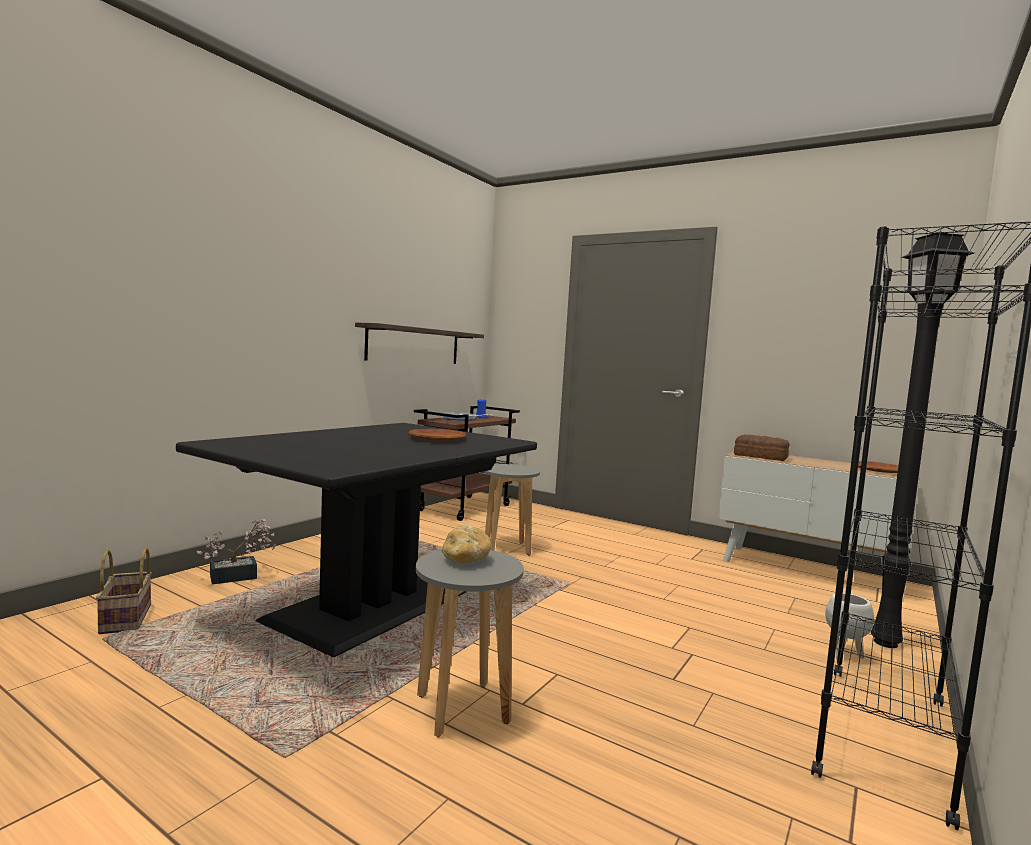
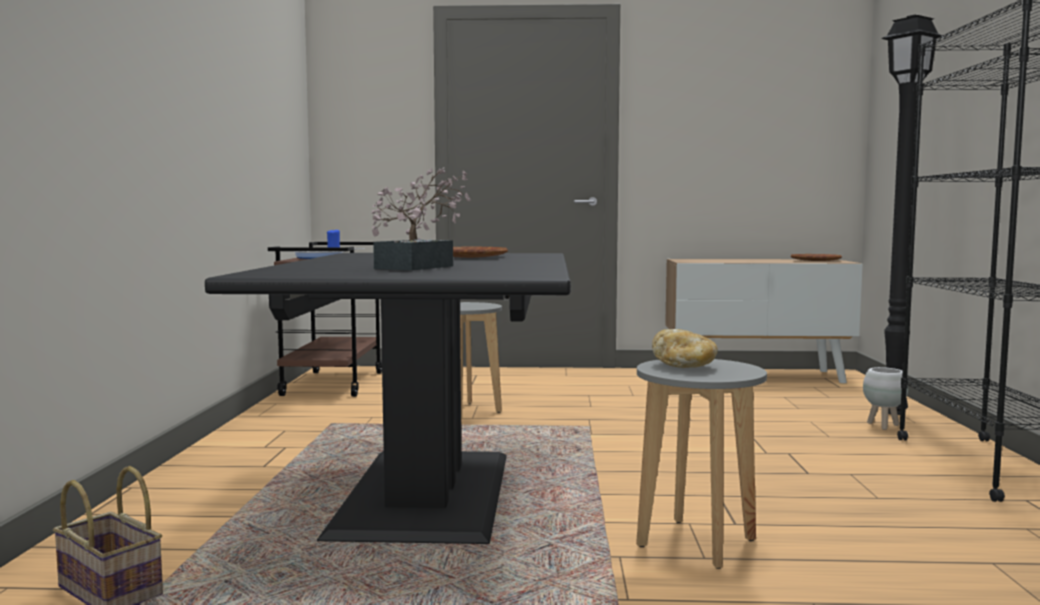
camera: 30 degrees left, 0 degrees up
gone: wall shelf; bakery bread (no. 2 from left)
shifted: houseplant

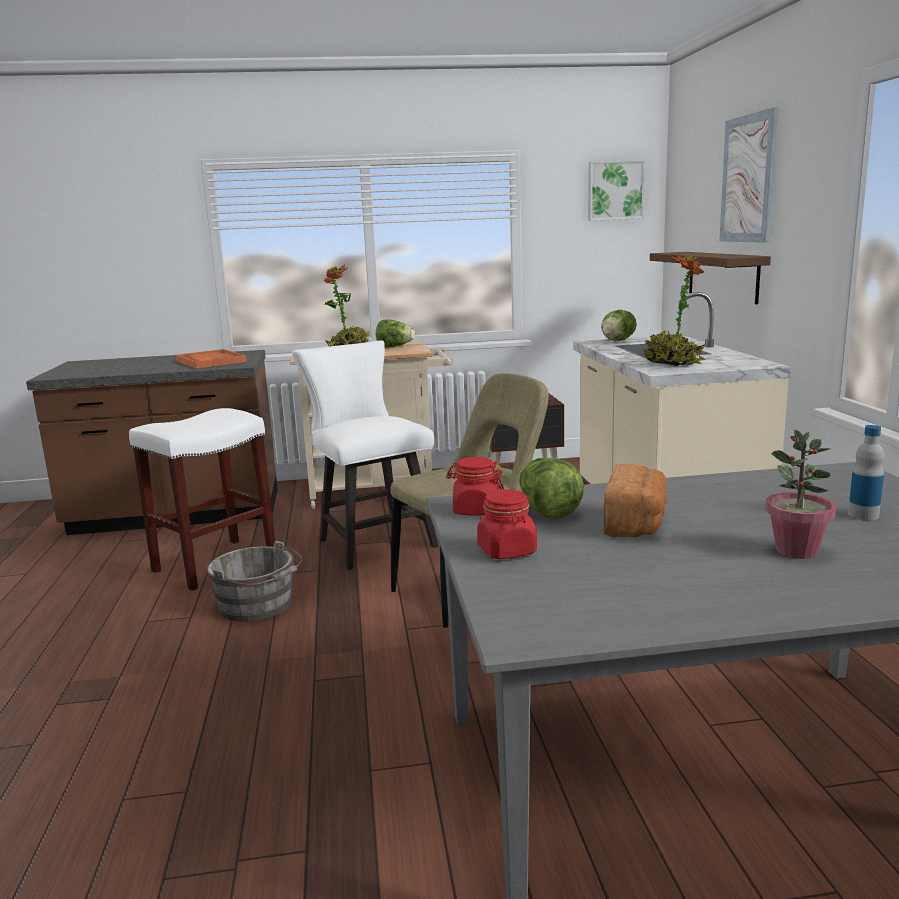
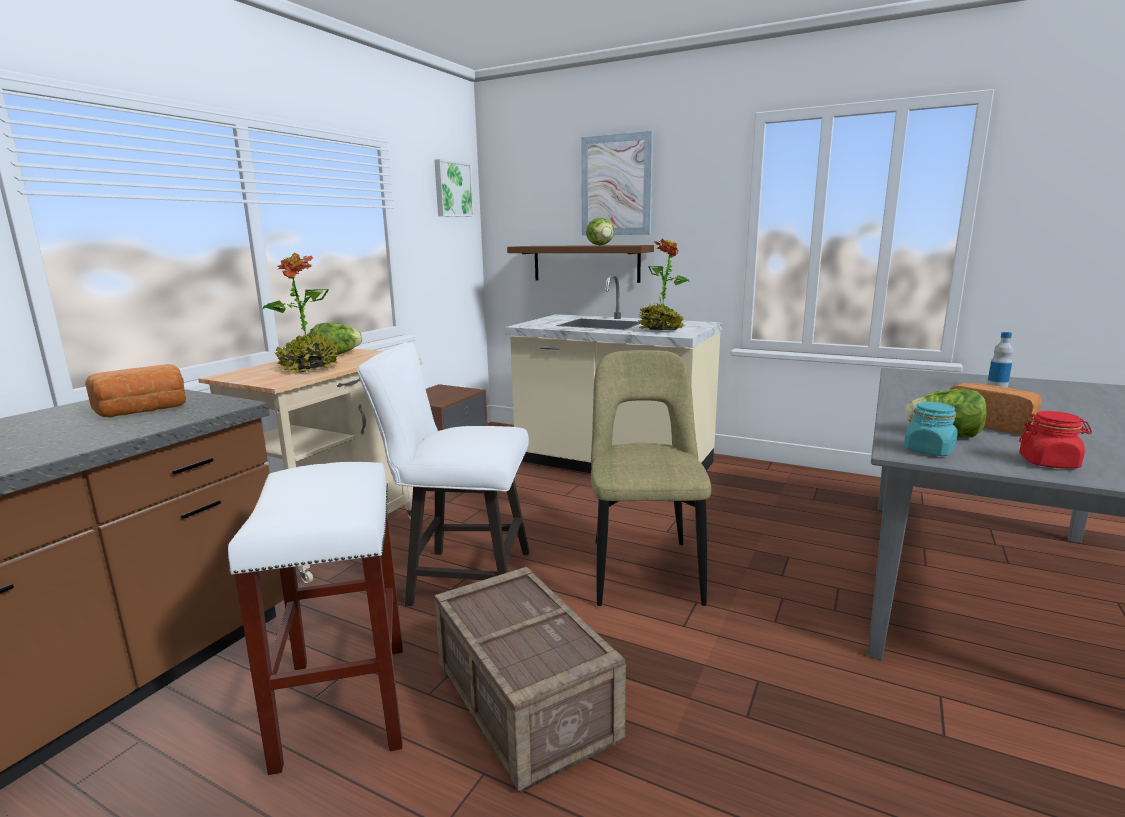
camera: 55 degrees left, 0 degrees up
gone: houseplant (no. 3 from left)
shifted: lettuce head (no. 3 from left in the first image) to lettuce head (no. 2 from left)
swapped: orange tray to bakery bread (no. 1 from left); greyish water bucket to crate
repainted: red-coloured preserve jar (no. 1 from left) to turquoise preserve jar

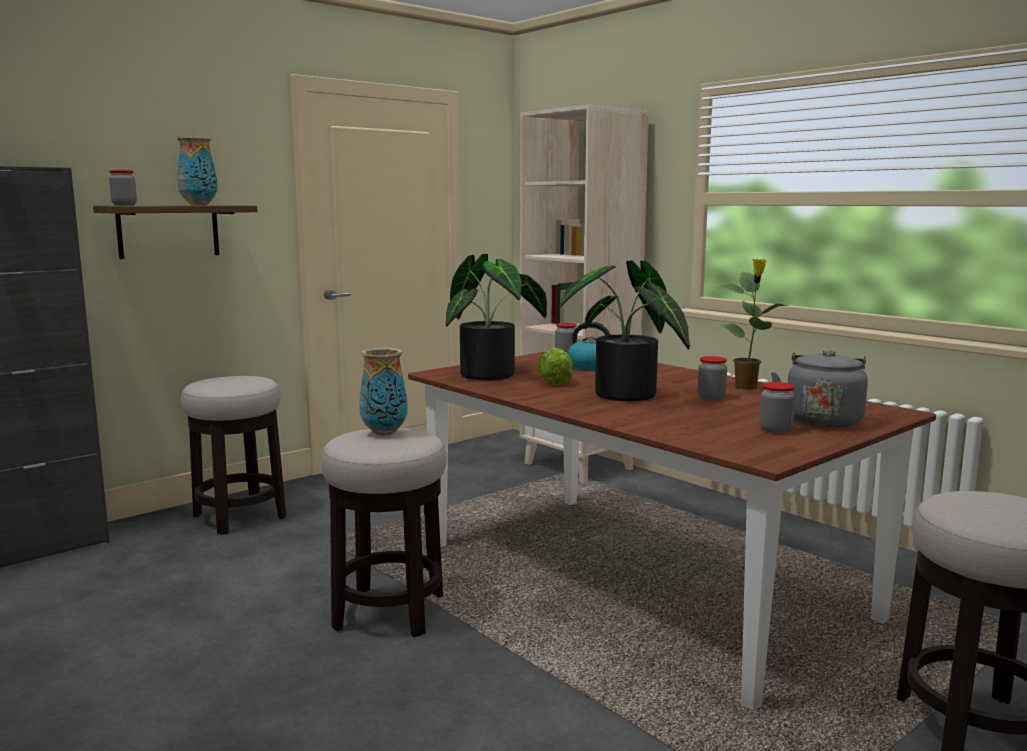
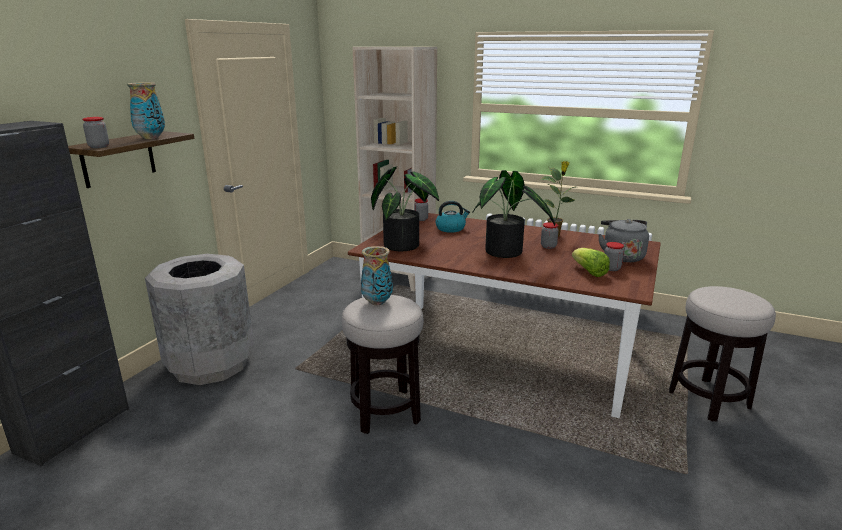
camera: 25 degrees left, 10 degrees up
shifted: lettuce head
swapped: stool (no. 1 from left) to greyish waste bin

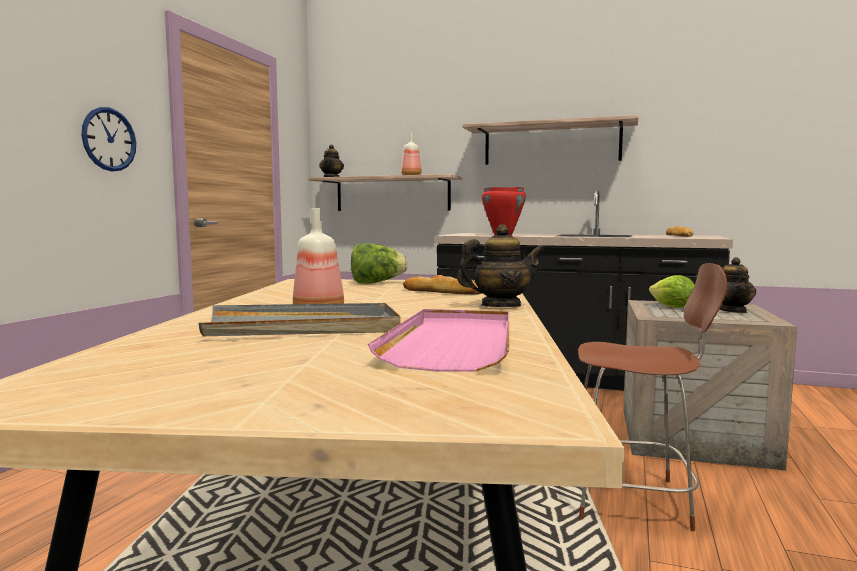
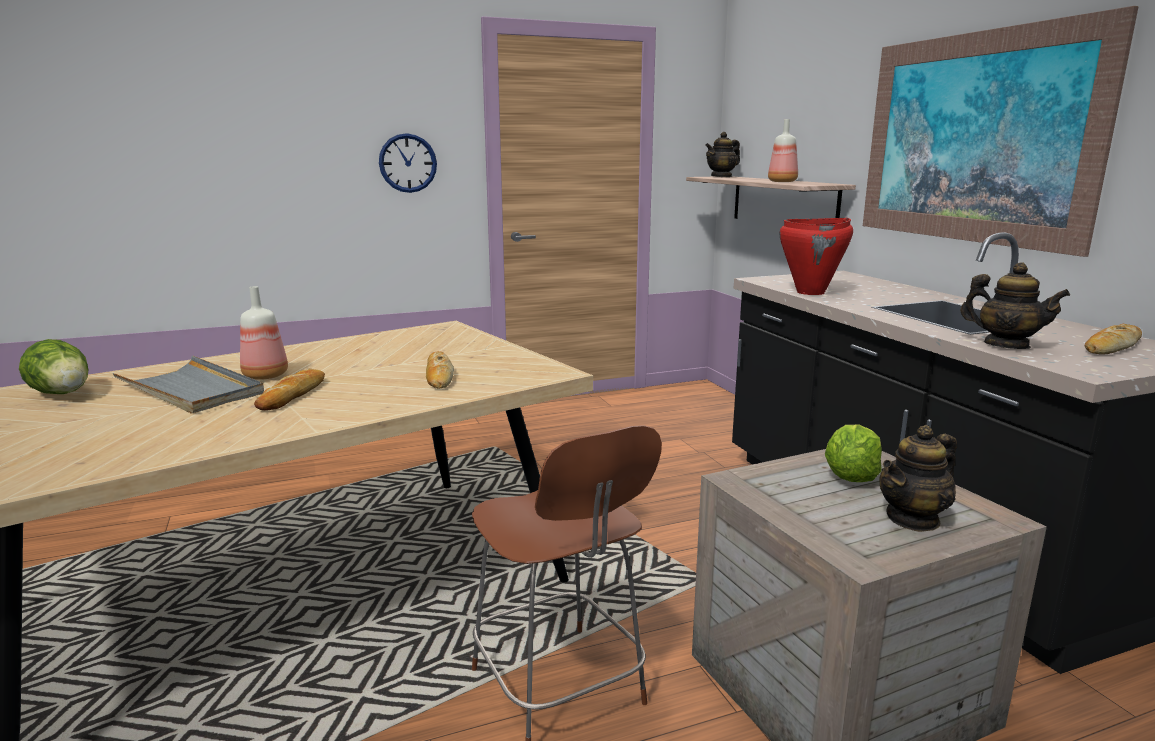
camera: 50 degrees right, 10 degrees up
gone: pink-coloured tray
new: bakery bread (no. 1 from left)
shifted: lettuce head (no. 1 from left); teapot (no. 2 from left in the first image) to teapot (no. 3 from left)
swapped: wall shelf (no. 2 from left) to picture

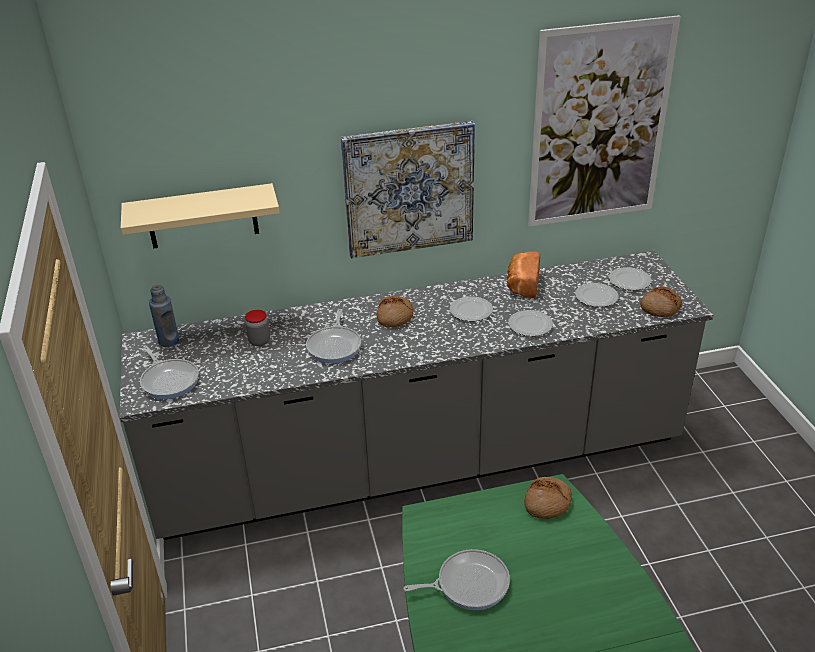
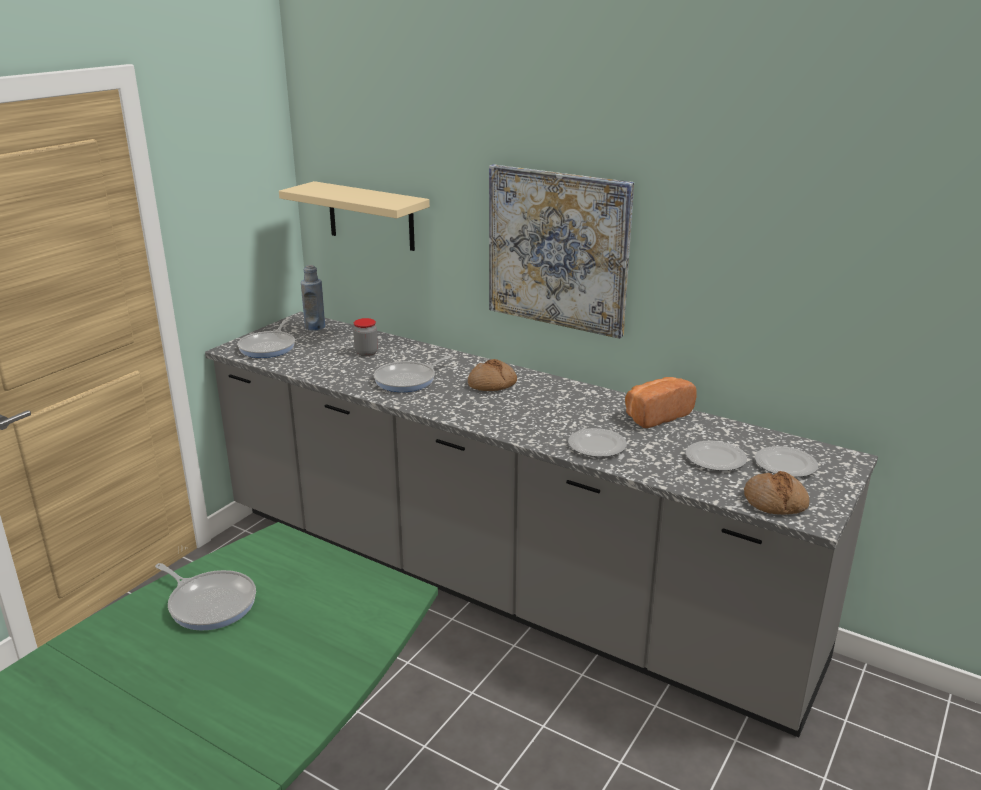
camera: 45 degrees right, 10 degrees down
gone: flat dish (no. 1 from left); bakery bread (no. 3 from left); picture (no. 2 from left)

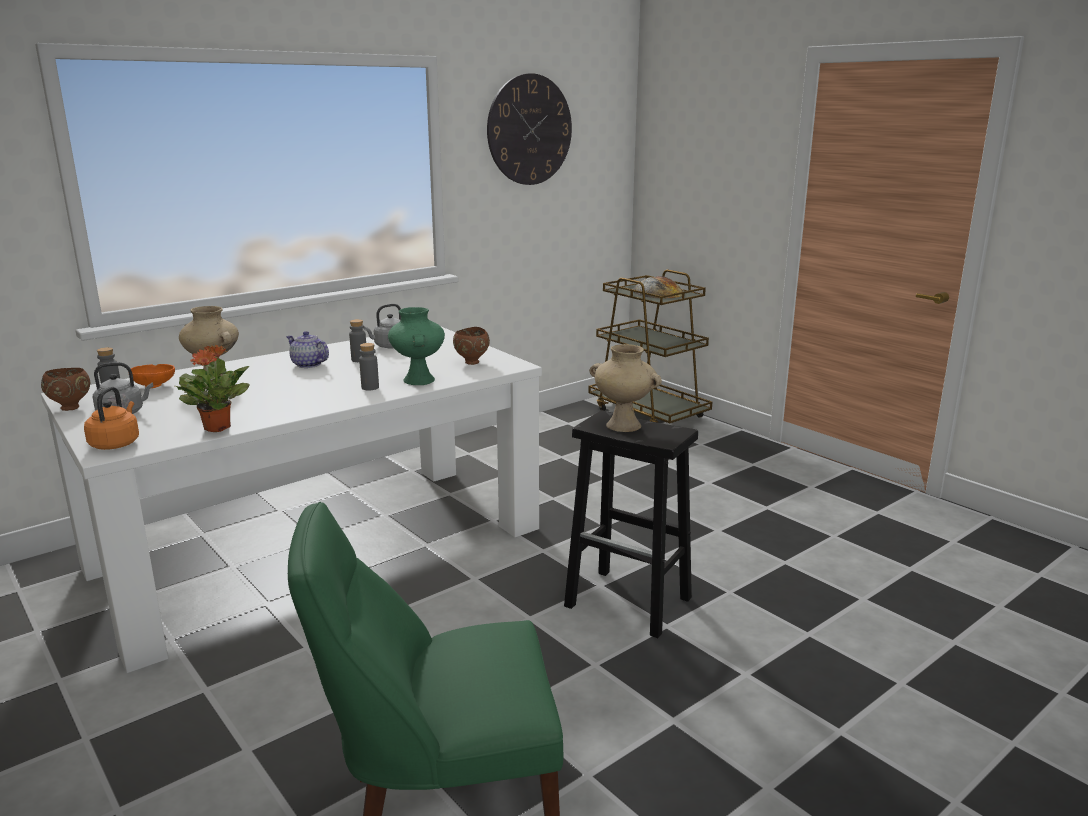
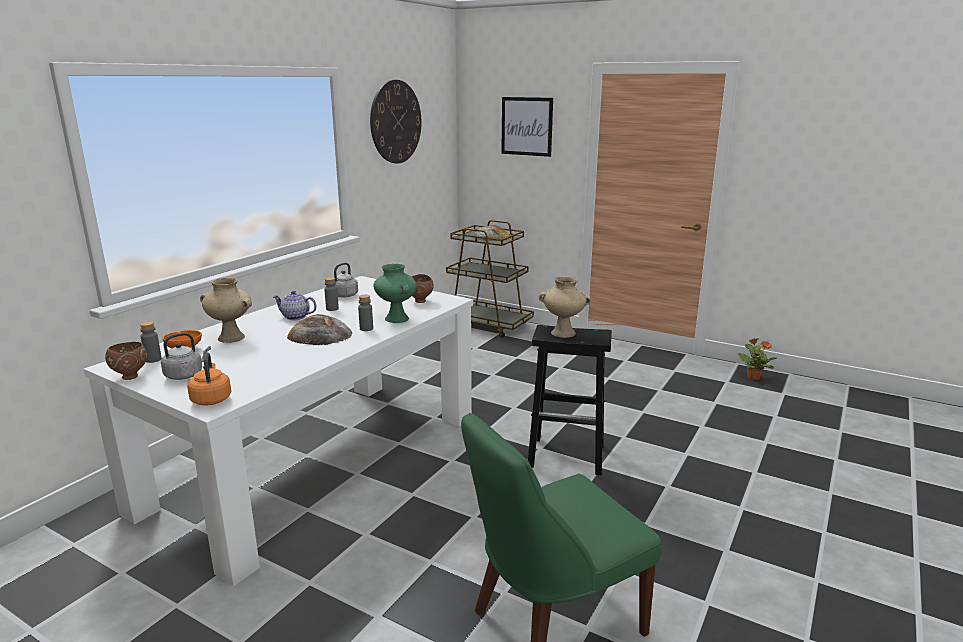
camera: 20 degrees left, 0 degrees up
new: bakery bread (no. 1 from left); picture
shifted: houseplant

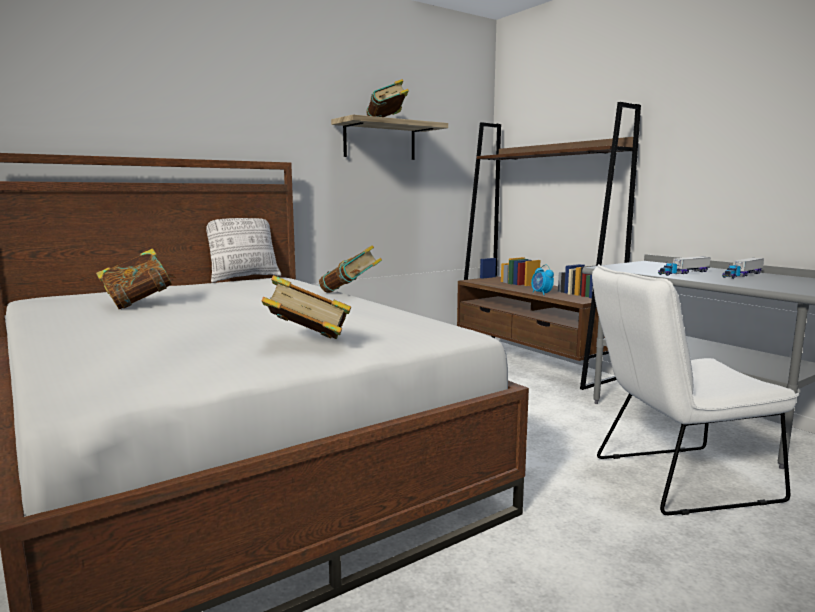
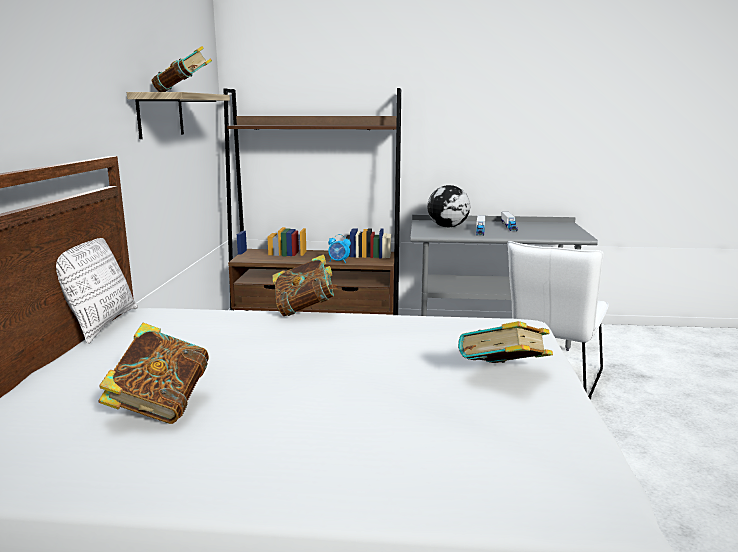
camera: 50 degrees left, 5 degrees up
new: world globe

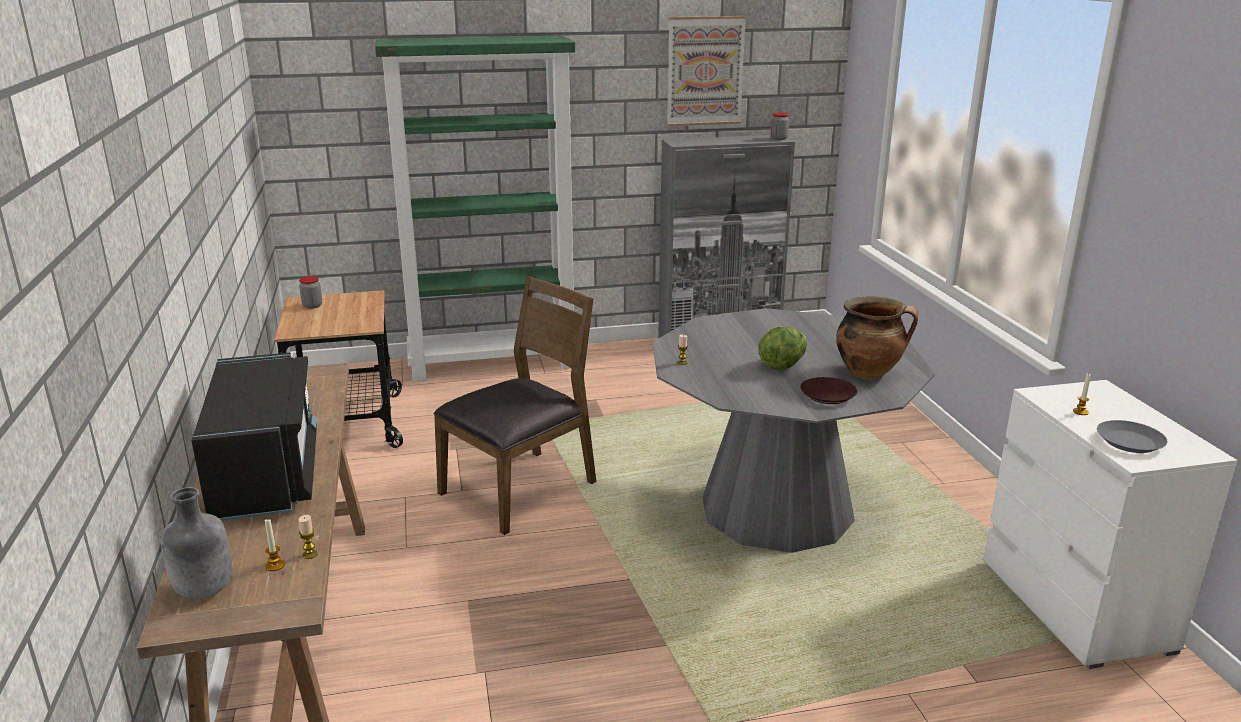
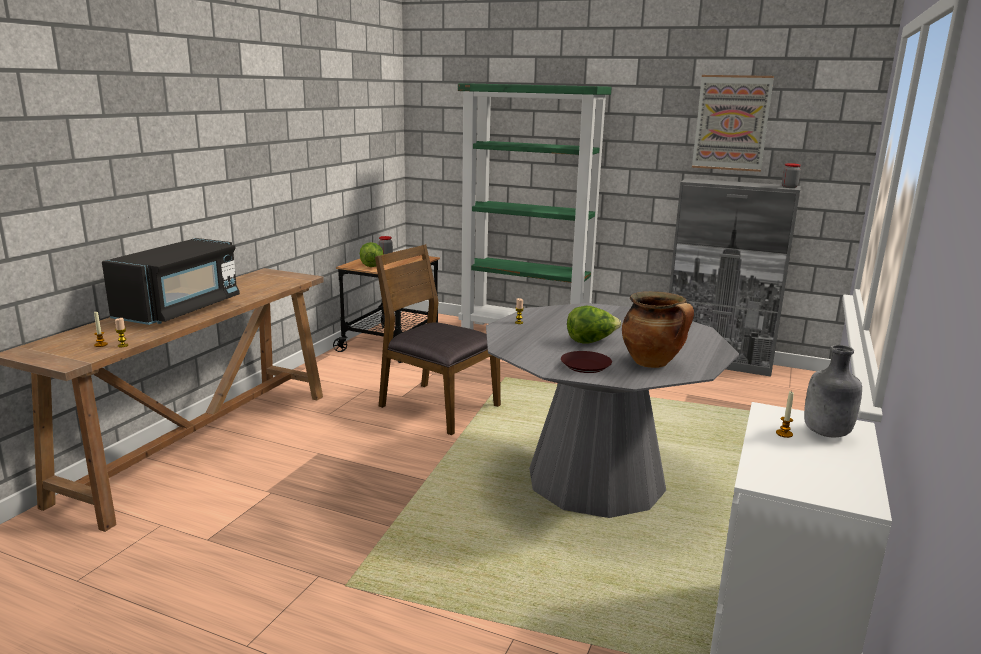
camera: 35 degrees right, 5 degrees down
gone: greyish flat dish
new: lettuce head (no. 1 from left)
shifted: greyish beverage bottle
rotated: brownish upright chair 135 degrees counterclockwise

